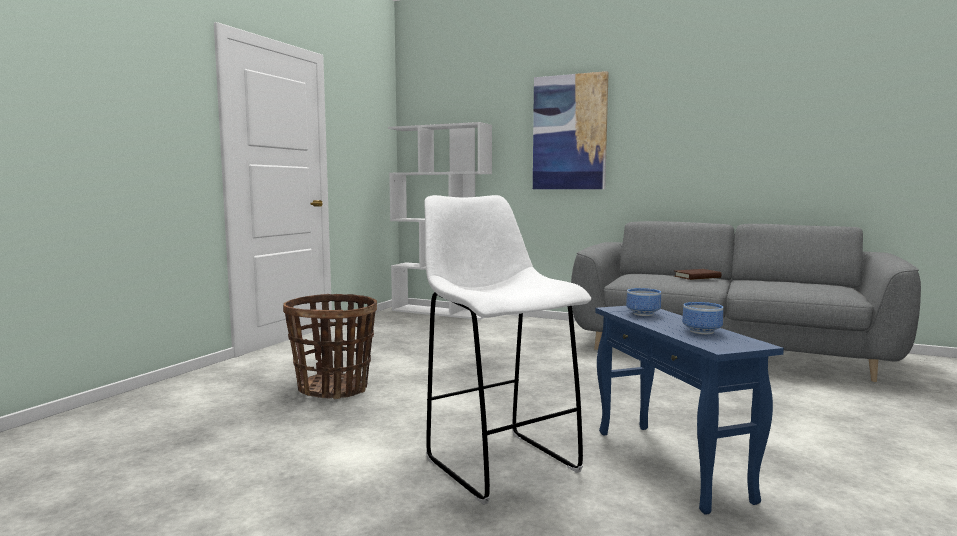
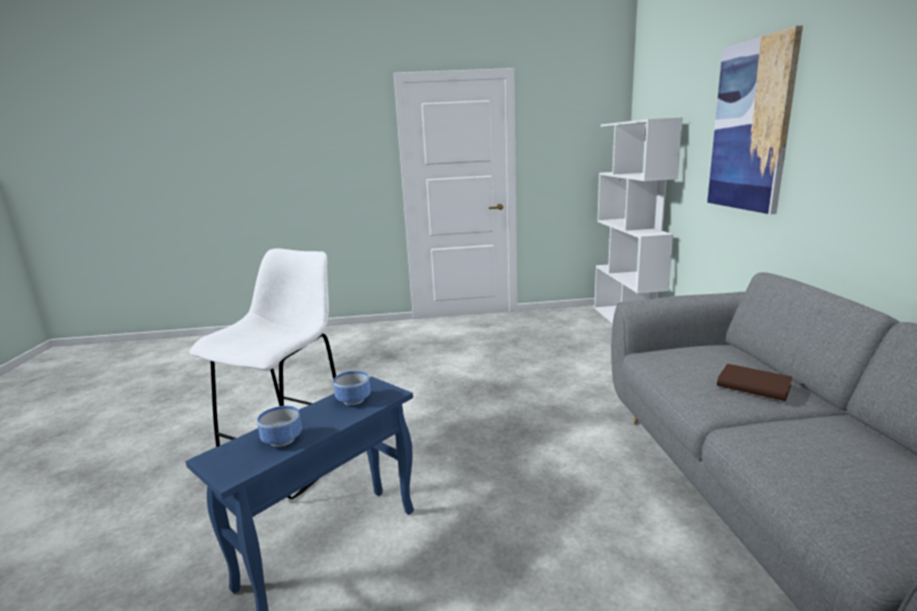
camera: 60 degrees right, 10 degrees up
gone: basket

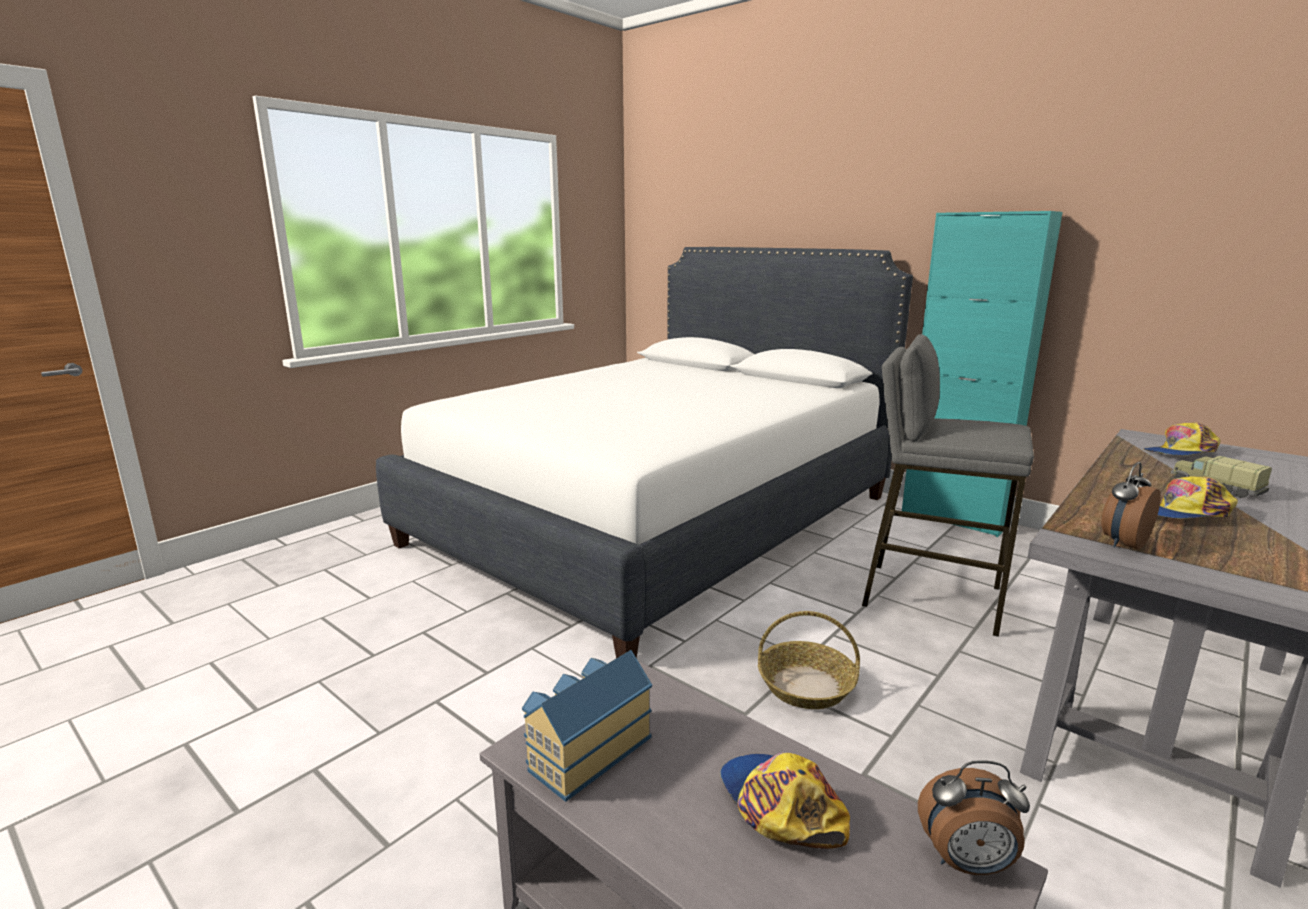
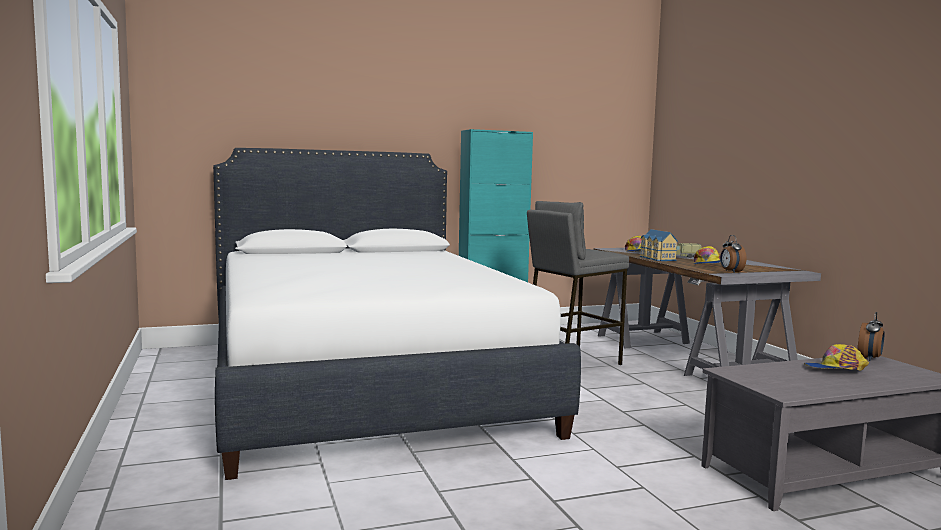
camera: 60 degrees left, 10 degrees down
gone: basket
shifted: miniature house

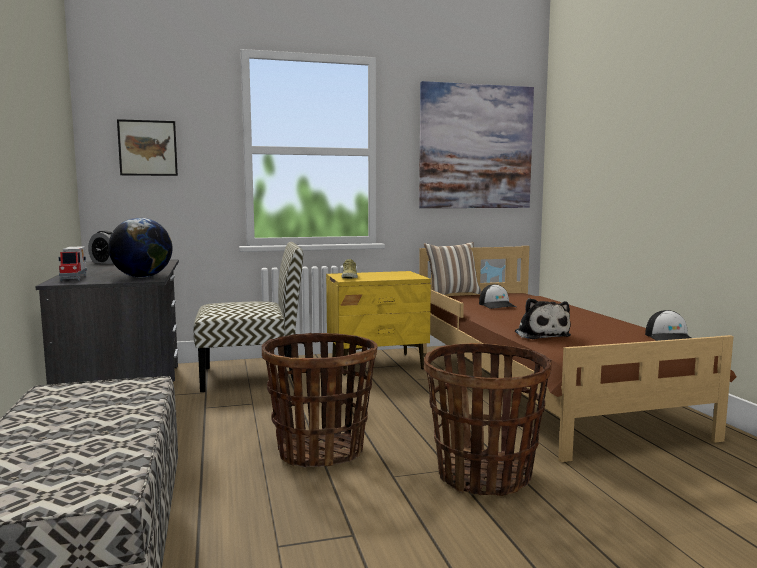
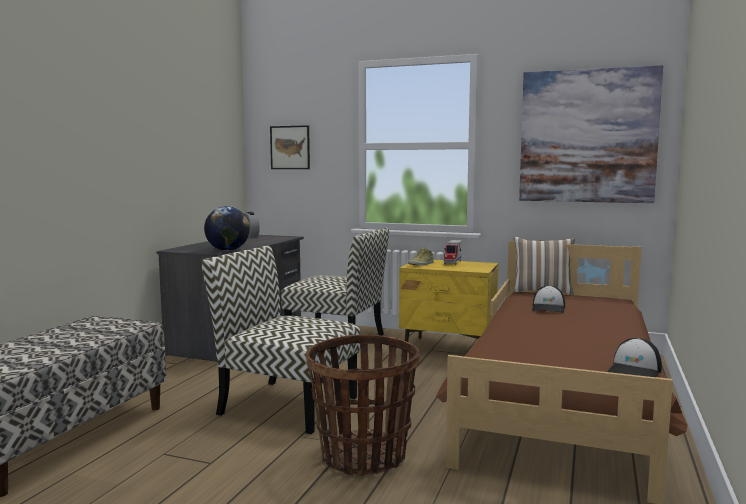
camera: 35 degrees right, 0 degrees up
gone: cuddly toy
shifted: model truck
swapped: basket (no. 1 from left) to upright chair (no. 1 from left)

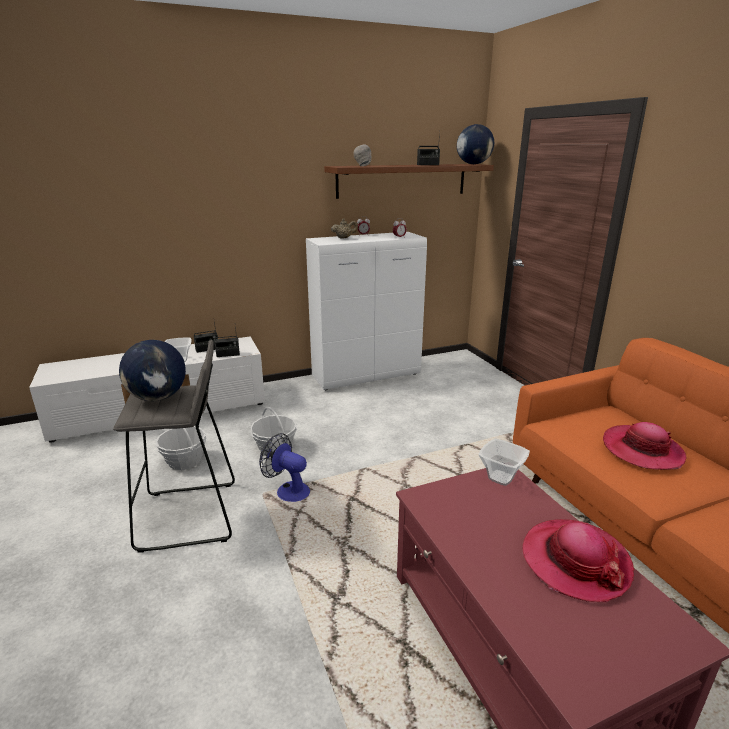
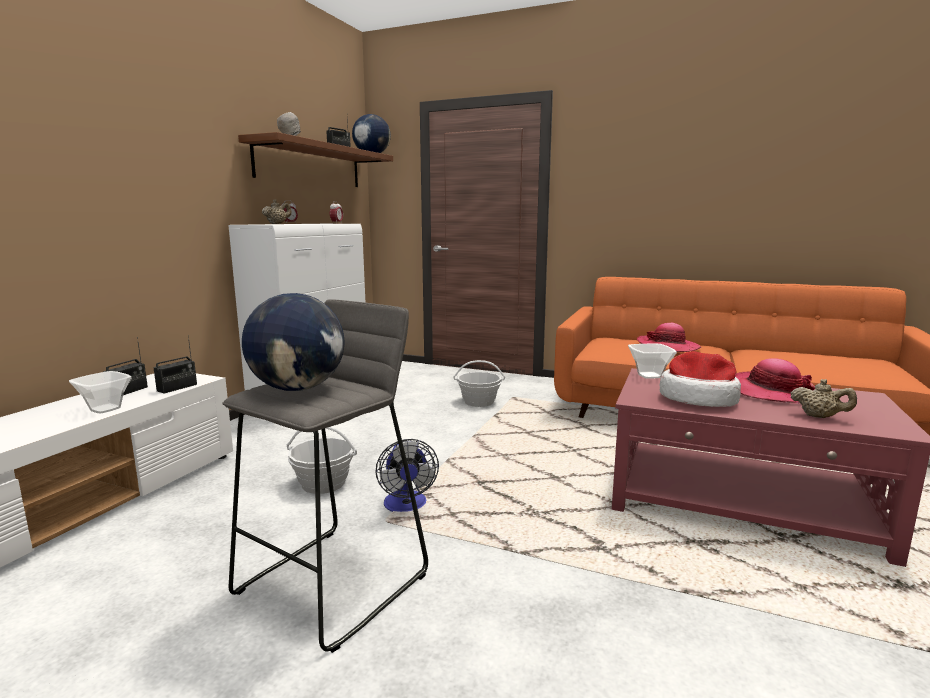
camera: 45 degrees left, 10 degrees down
new: clothing hat (no. 2 from left); beige teapot (no. 2 from left)
shifted: basket (no. 1 from left in the first image) to basket (no. 2 from left)
rotated: electric fan 90 degrees counterclockwise

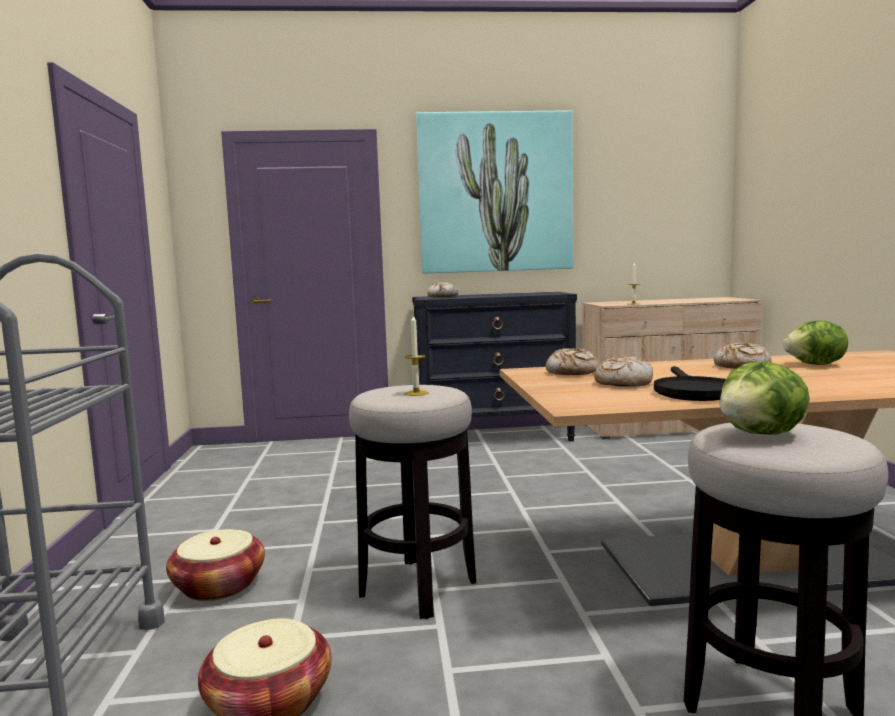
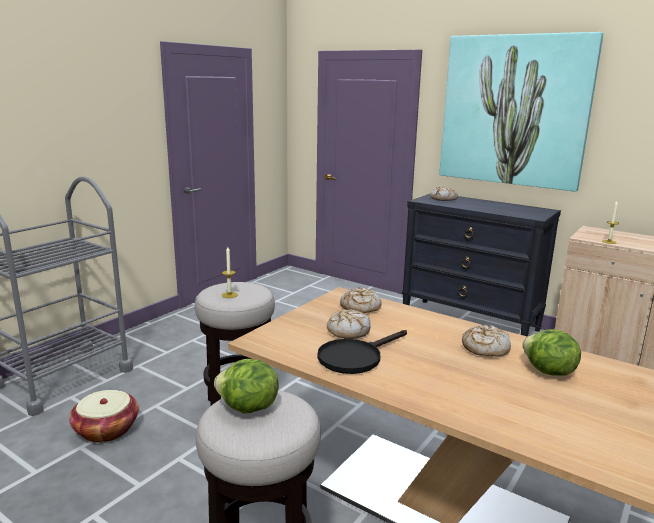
camera: 40 degrees right, 10 degrees up
gone: basket (no. 1 from left)

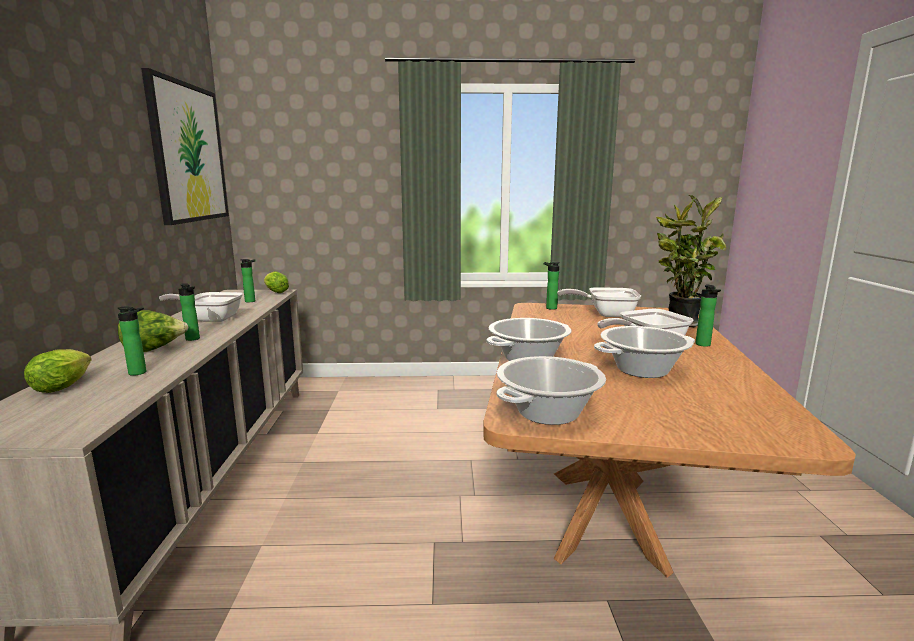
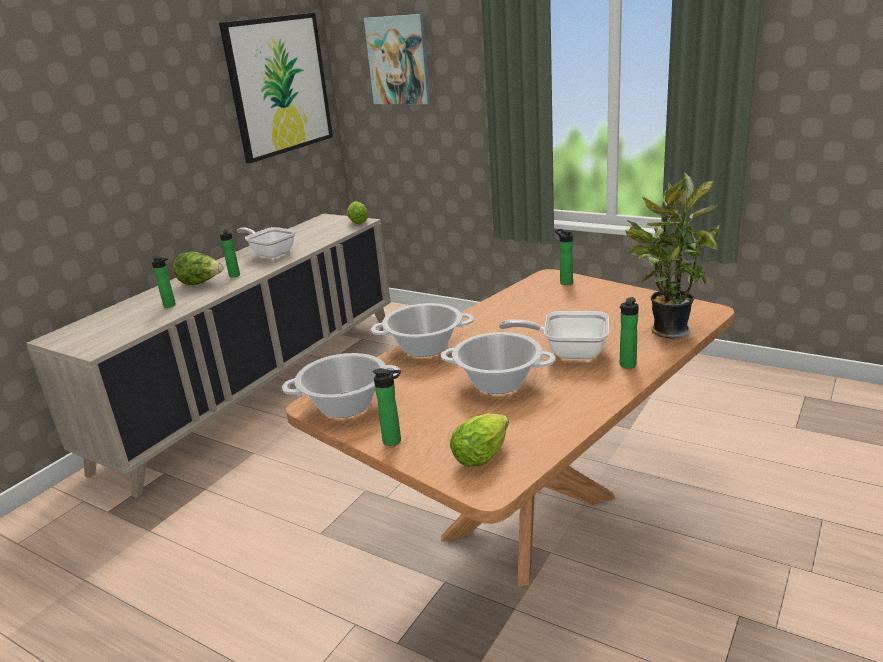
camera: 35 degrees right, 10 degrees up
gone: skillet (no. 2 from left)
new: picture (no. 2 from left)
shifted: beverage bottle (no. 3 from left); lettuce head (no. 1 from left in the first image) to lettuce head (no. 3 from left)

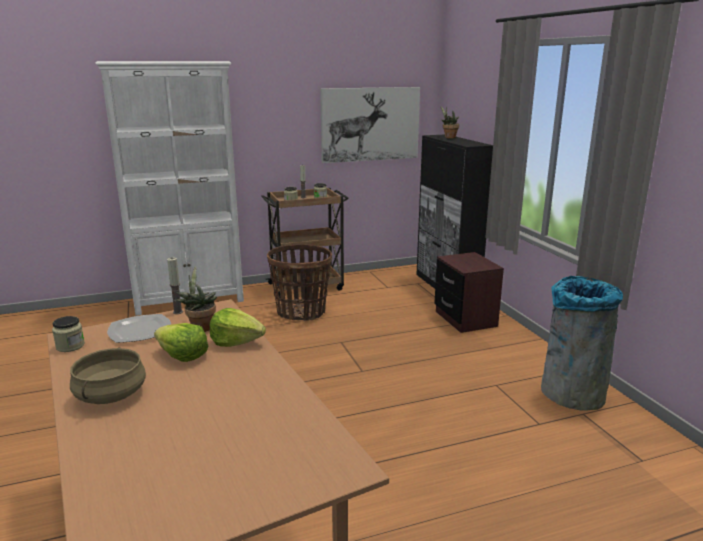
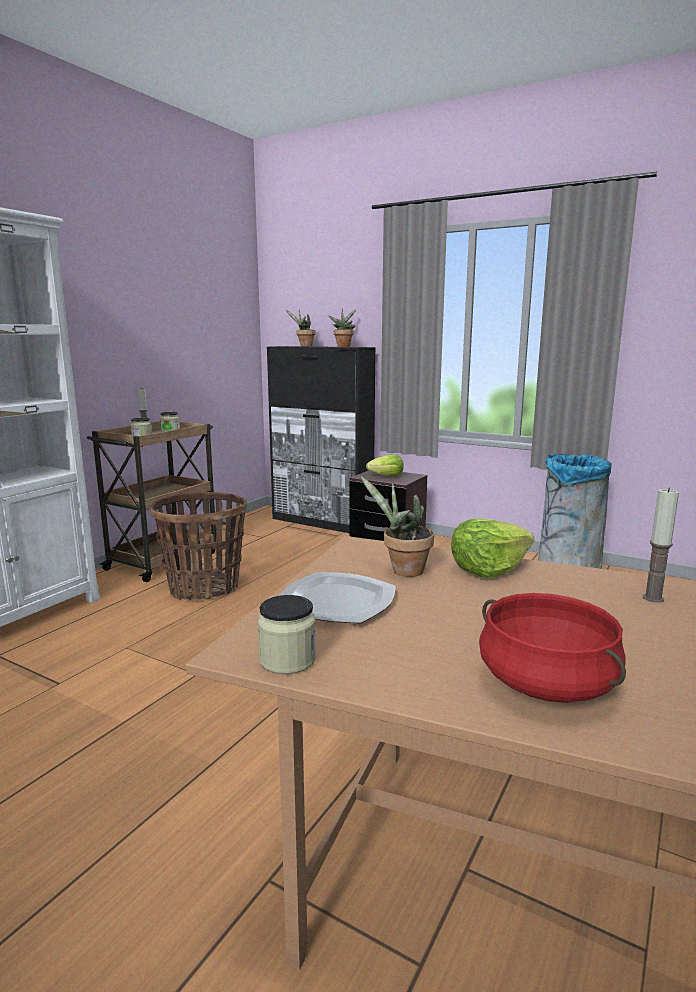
camera: 40 degrees left, 5 degrees down
gone: picture
new: houseplant (no. 2 from left)
shifted: lettuce head (no. 1 from left); wax candle (no. 1 from left in the first image) to wax candle (no. 2 from left)
repainted: beige cooking pot to red-coloured cooking pot

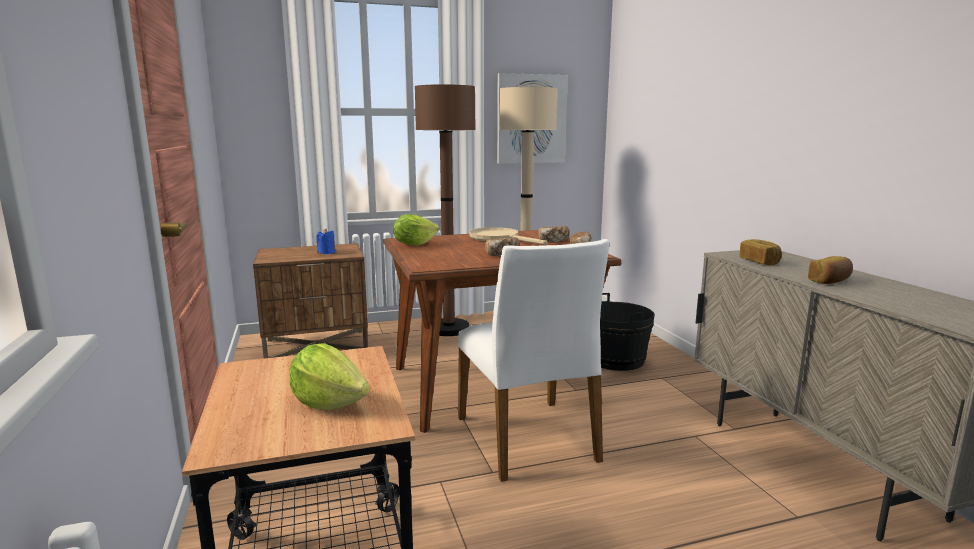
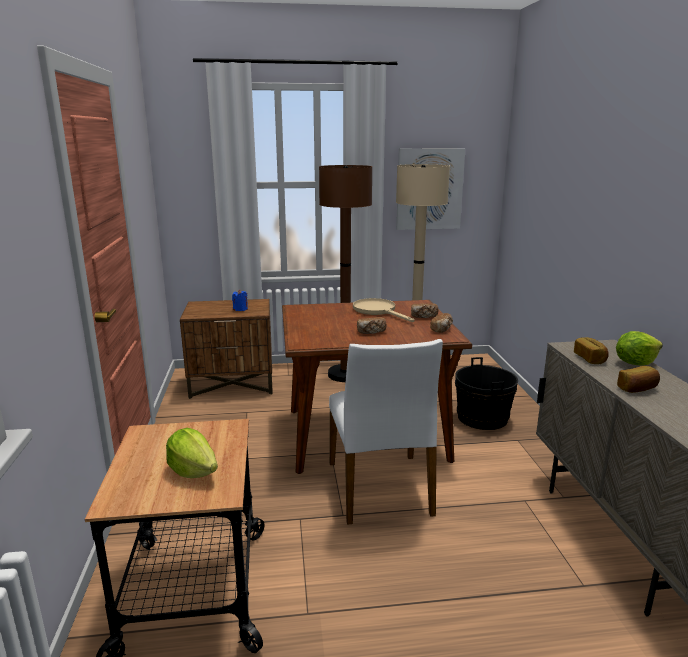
camera: 10 degrees right, 5 degrees up
shifted: lettuce head (no. 2 from left)

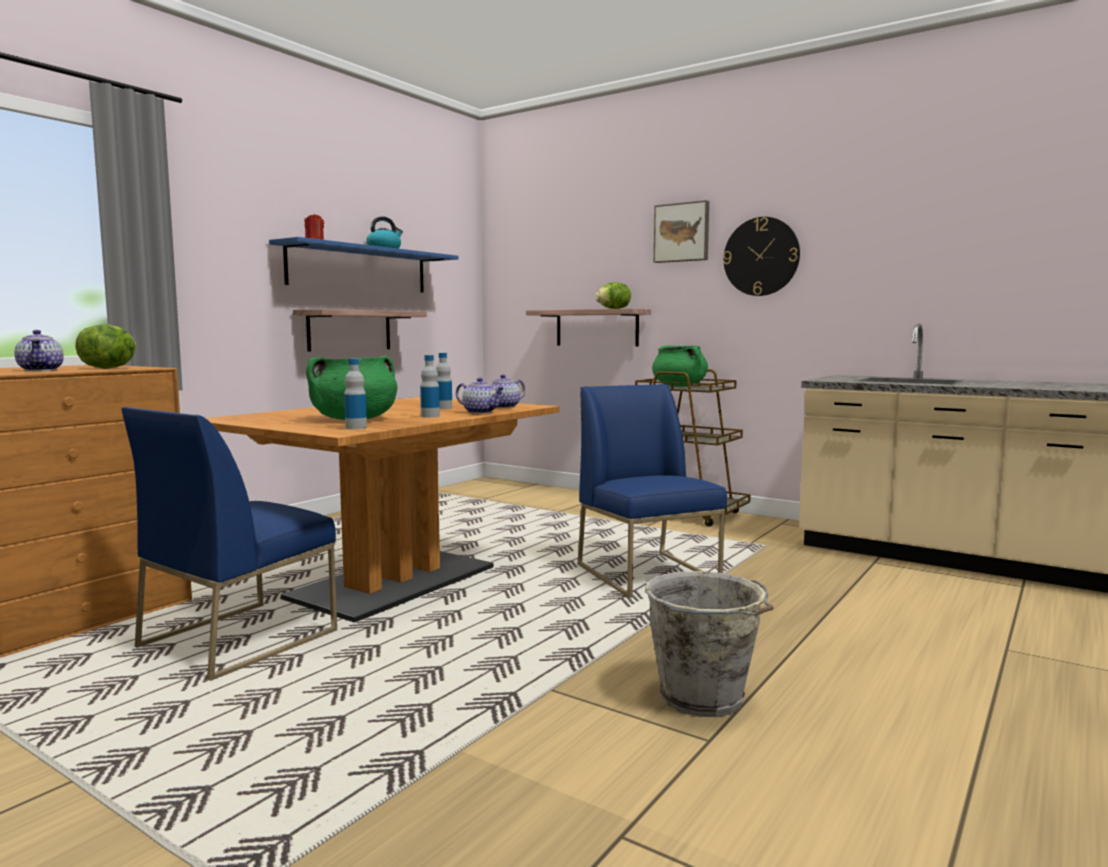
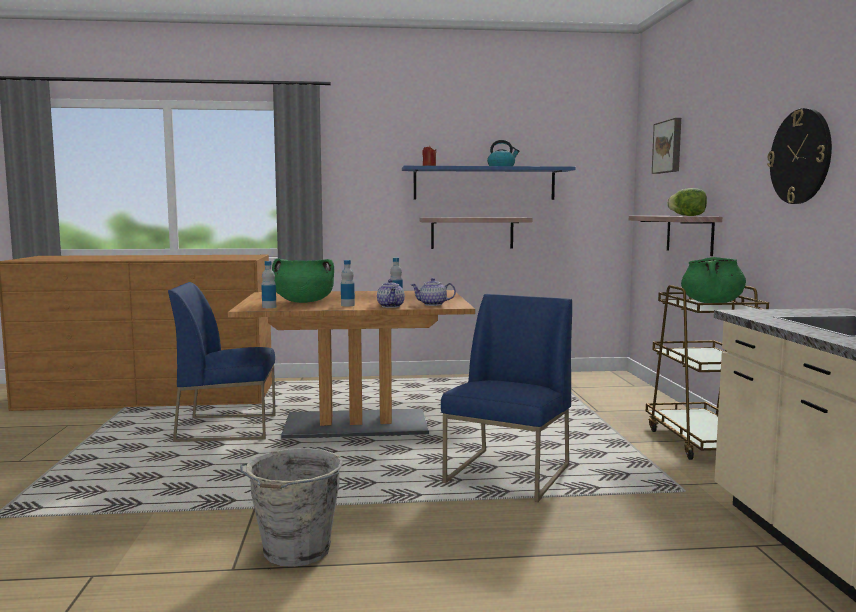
camera: 50 degrees right, 0 degrees up
gone: teapot (no. 1 from left); lettuce head (no. 1 from left)
shifted: picture

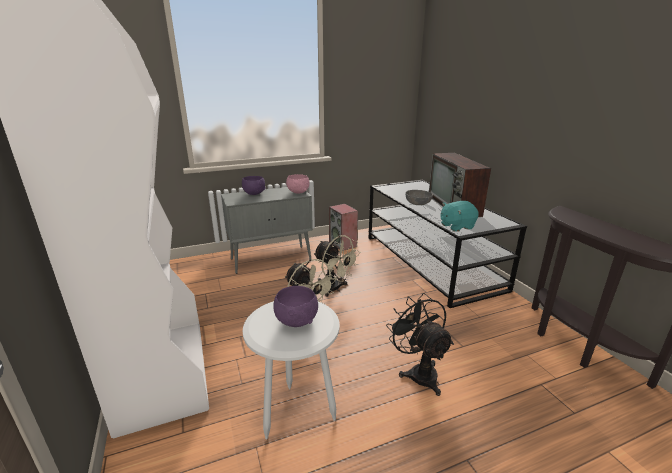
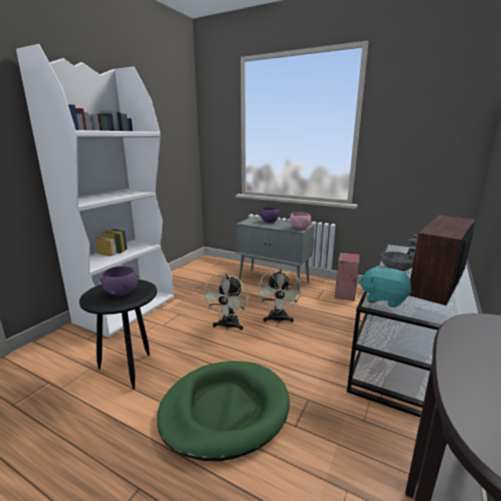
camera: 50 degrees right, 5 degrees down
swapped: black-coloured electric fan to green-coloured dog cushion
repainted: whitish side table to black-coloured side table

